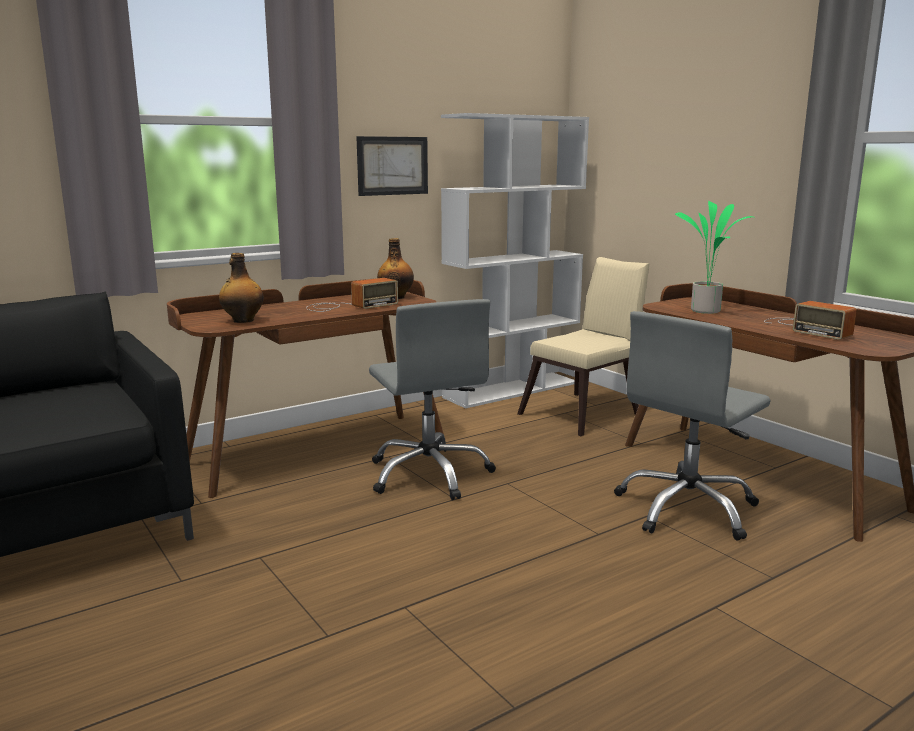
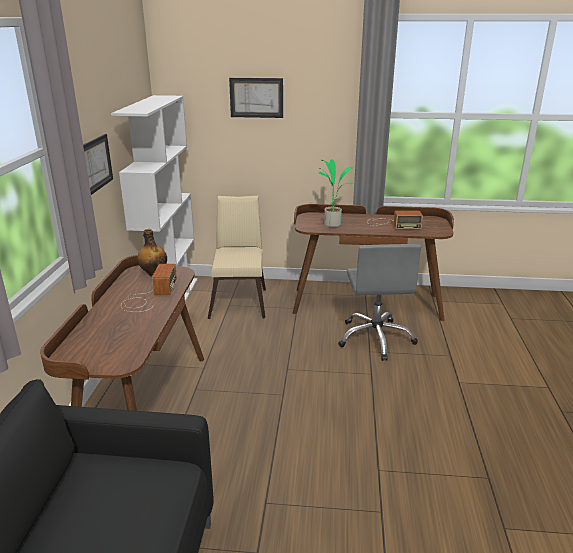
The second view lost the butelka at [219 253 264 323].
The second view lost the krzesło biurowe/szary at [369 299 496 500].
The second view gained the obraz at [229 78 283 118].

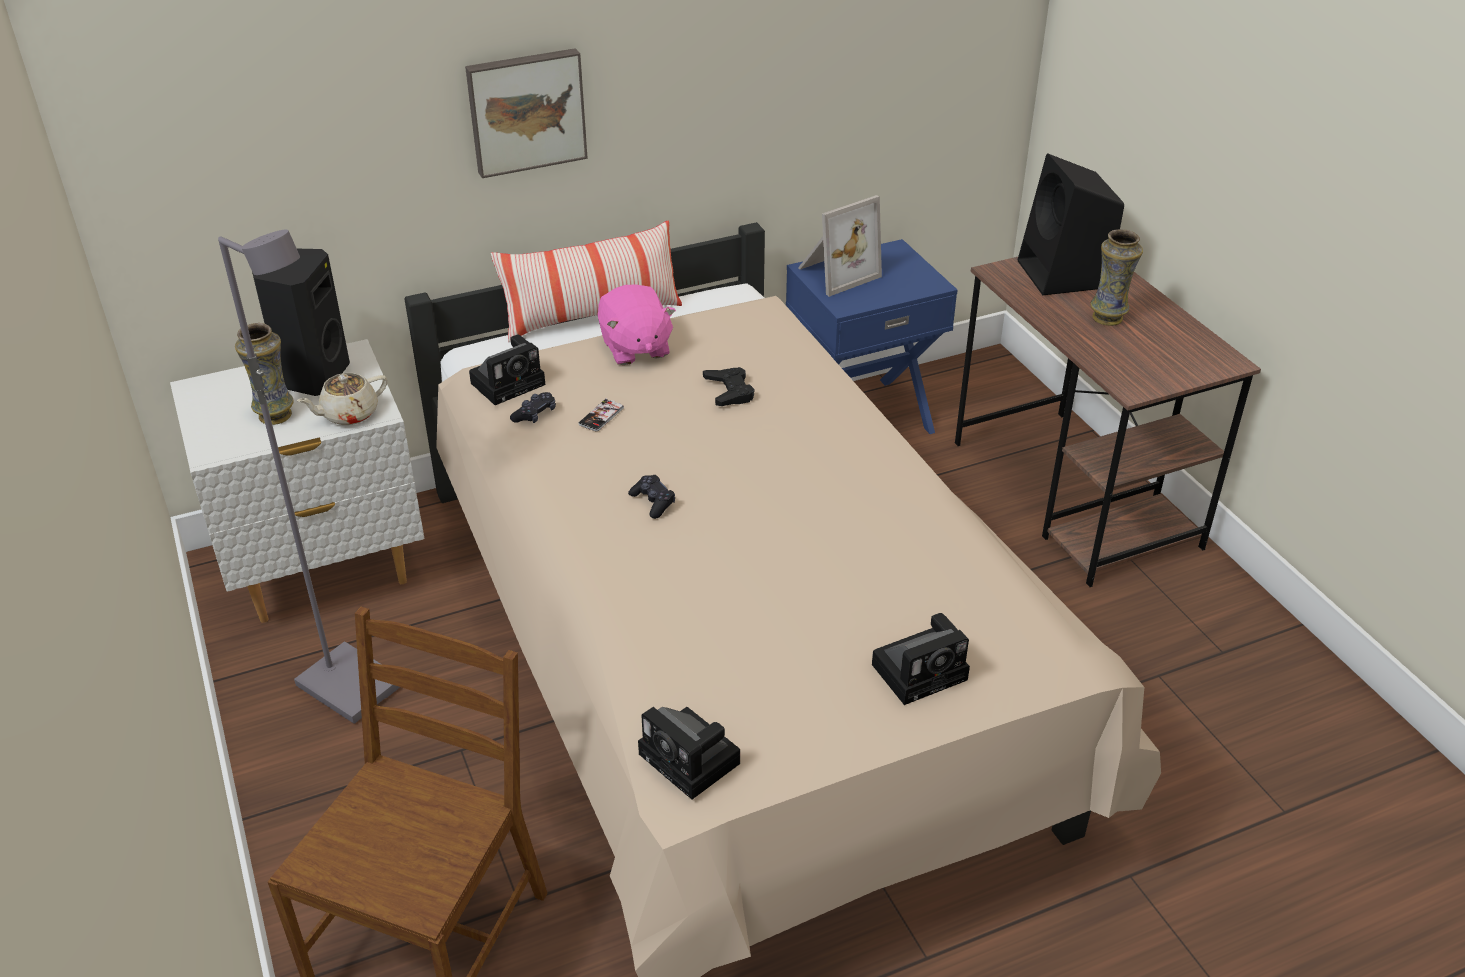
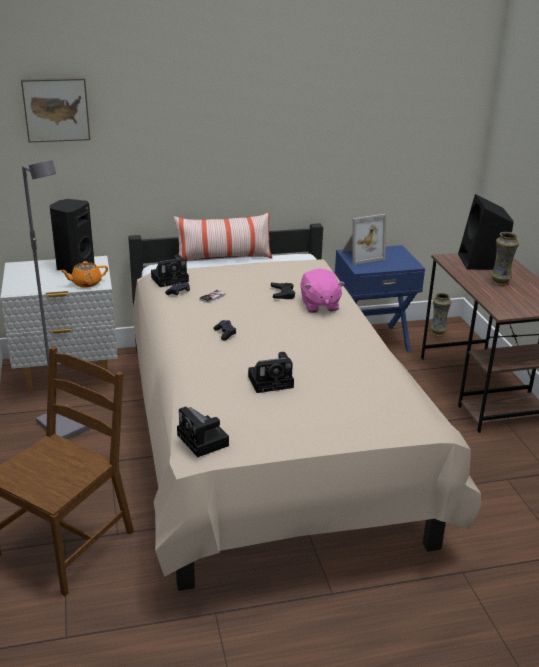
The wazon ended up elsewhere, having gone from [235 323 294 425] to [430 293 451 336].
The obraz ended up elsewhere, having gone from [465 48 588 178] to [21 77 90 142].
The pluszak/różowy ended up elsewhere, having gone from [597 285 676 365] to [300 268 345 313].
The aparat fotograficzny ended up elsewhere, having gone from [872 613 970 705] to [248 352 294 393].
What was the imbryk/beżowy at [297 373 387 425] turned into the imbryk/pomarańczowy at [60 261 108 288].

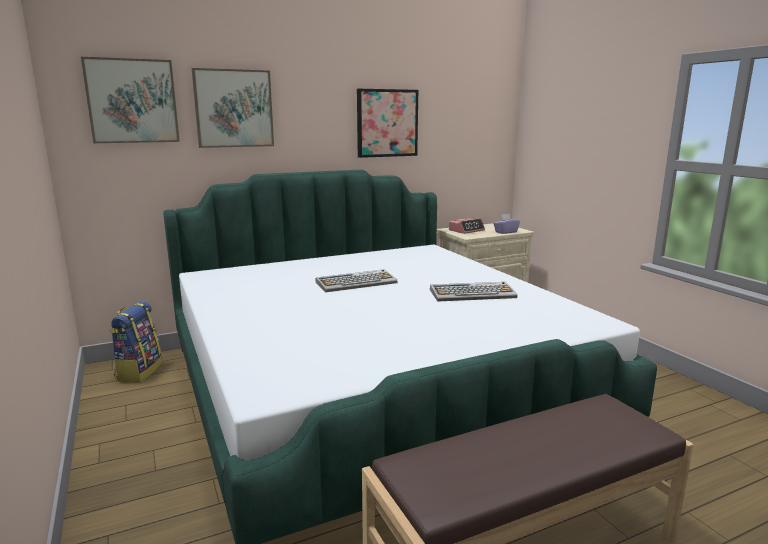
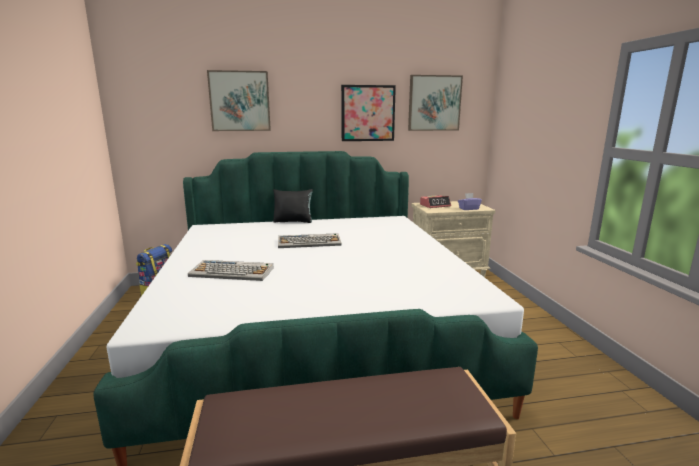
The second view gained the poduszka/czarny at [273 189 313 223].
The obraz ended up elsewhere, having gone from [81 57 180 143] to [408 75 463 131].
The klawiatura ended up elsewhere, having gone from [430 282 518 302] to [188 260 274 281].

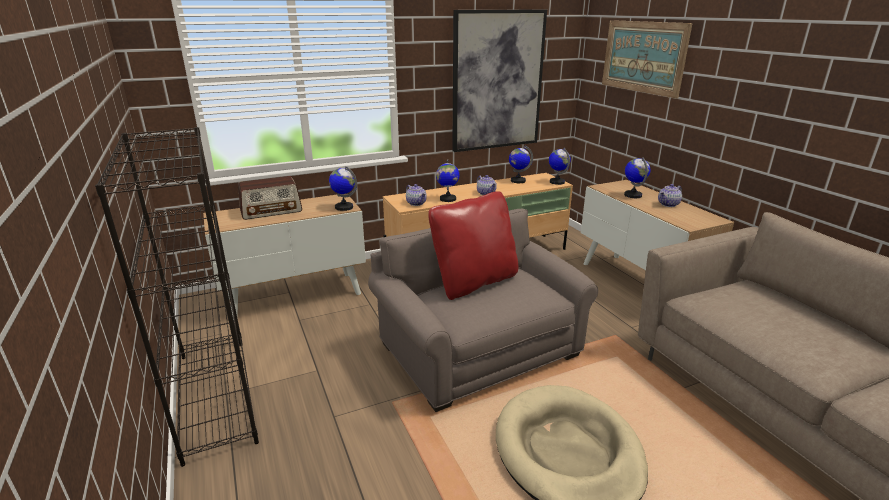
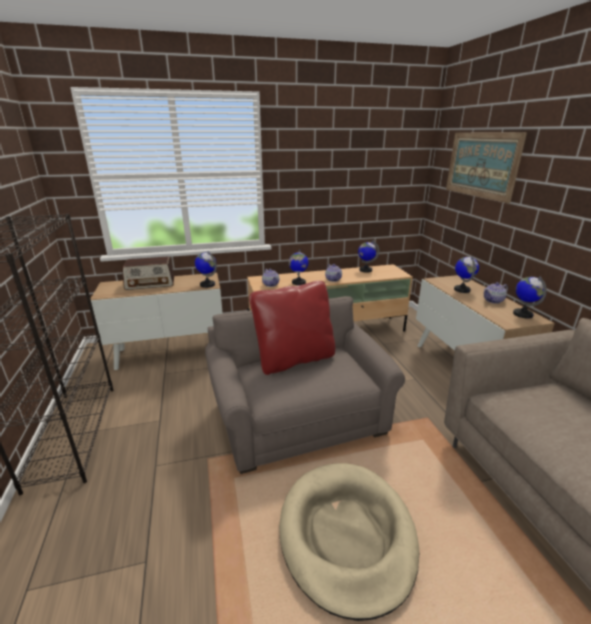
The second view lost the obraz at [452 9 547 152].
The globus ended up elsewhere, having gone from [549 148 571 185] to [513 276 547 318].

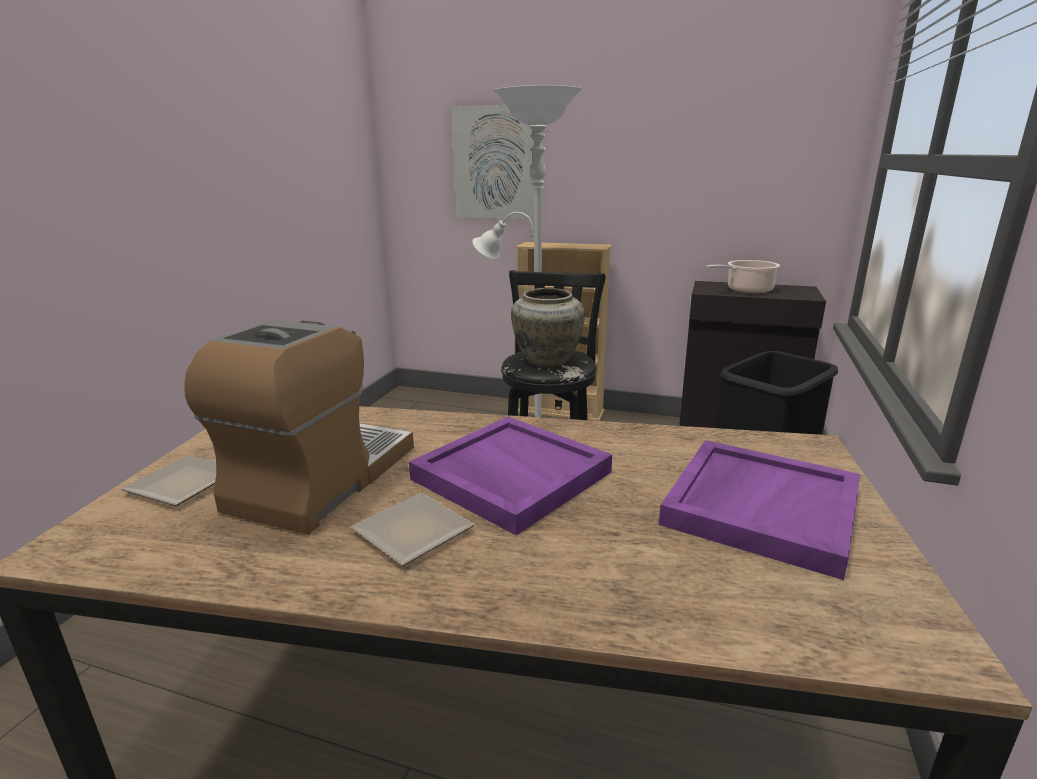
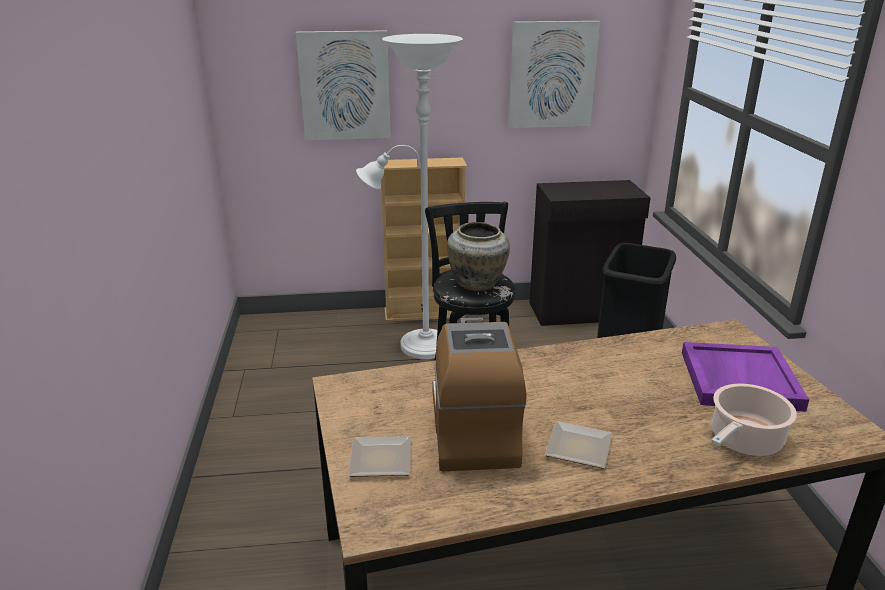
The second view lost the taca/fioletowy at [409 417 612 536].
The second view gained the obraz at [509 21 600 128].
The garnek ended up elsewhere, having gone from [706 260 780 294] to [711 383 797 456].

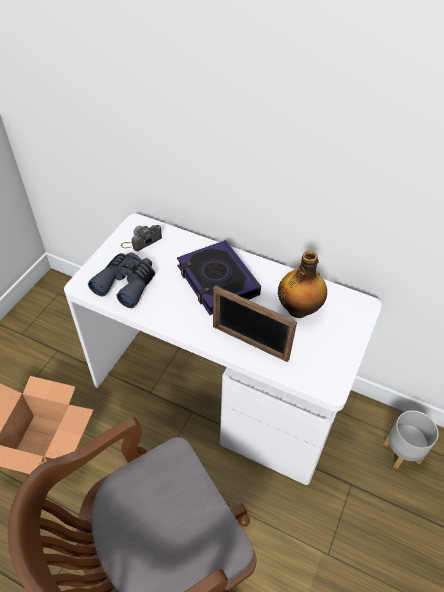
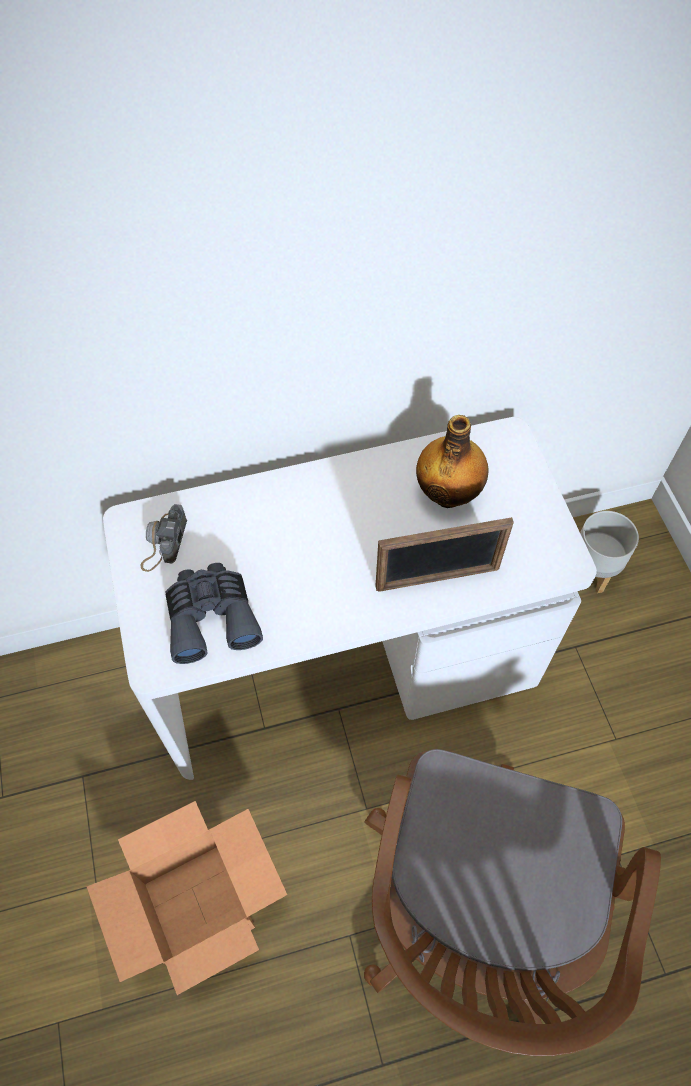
The second view lost the książka at [177 240 261 315].

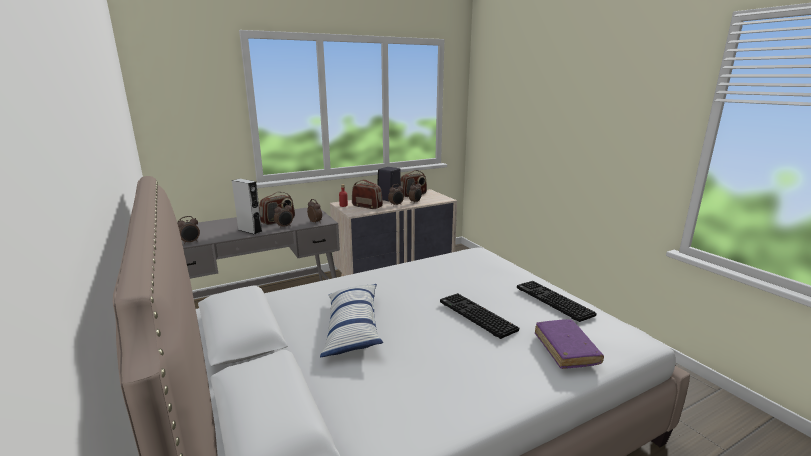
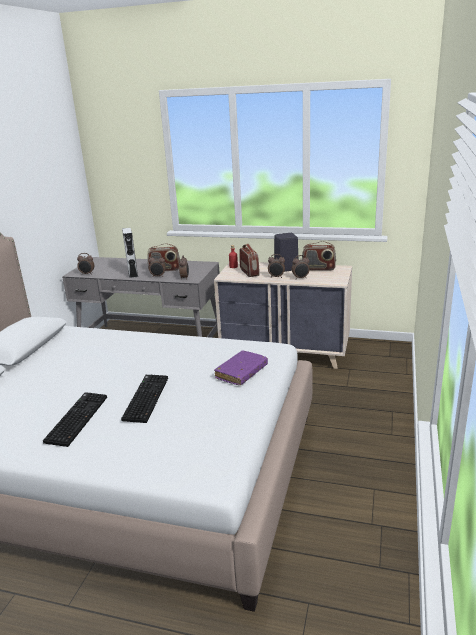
The second view lost the poduszka at [320 284 383 357].
The klawiatura ended up elsewhere, having gone from [517 281 597 322] to [43 392 107 447].
The książka/fioletowy ended up elsewhere, having gone from [535 319 604 369] to [214 350 268 385].

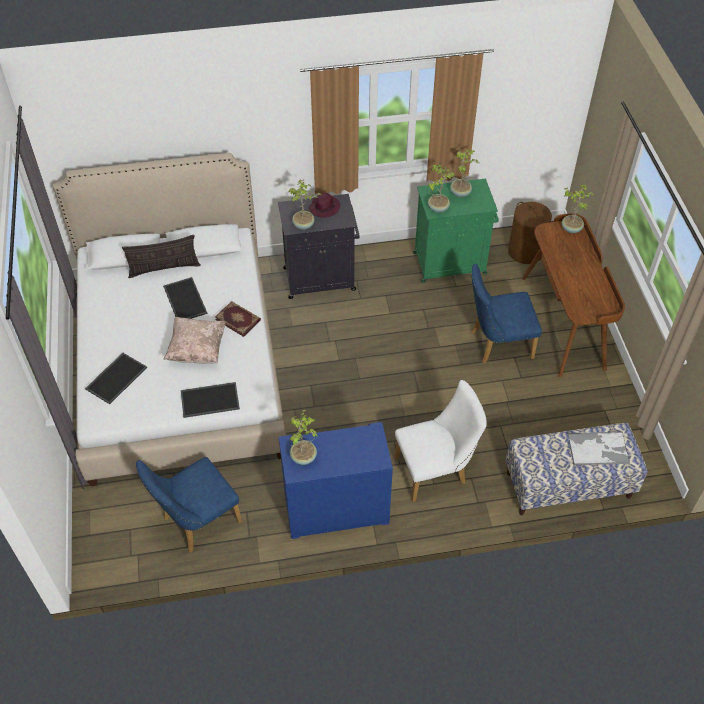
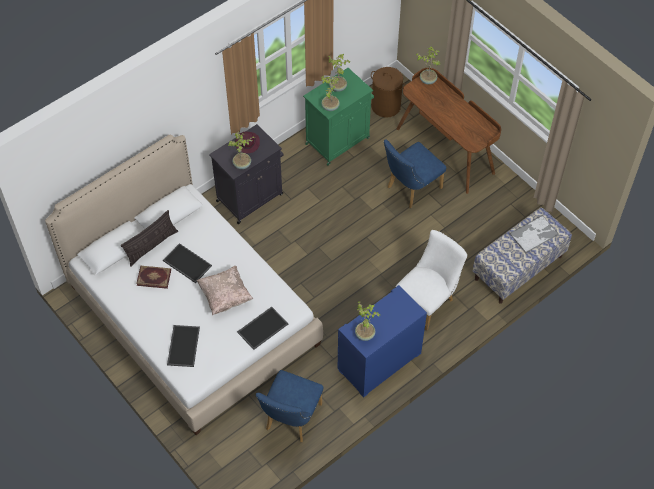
The książka ended up elsewhere, having gone from [215 301 261 337] to [136 266 171 289].

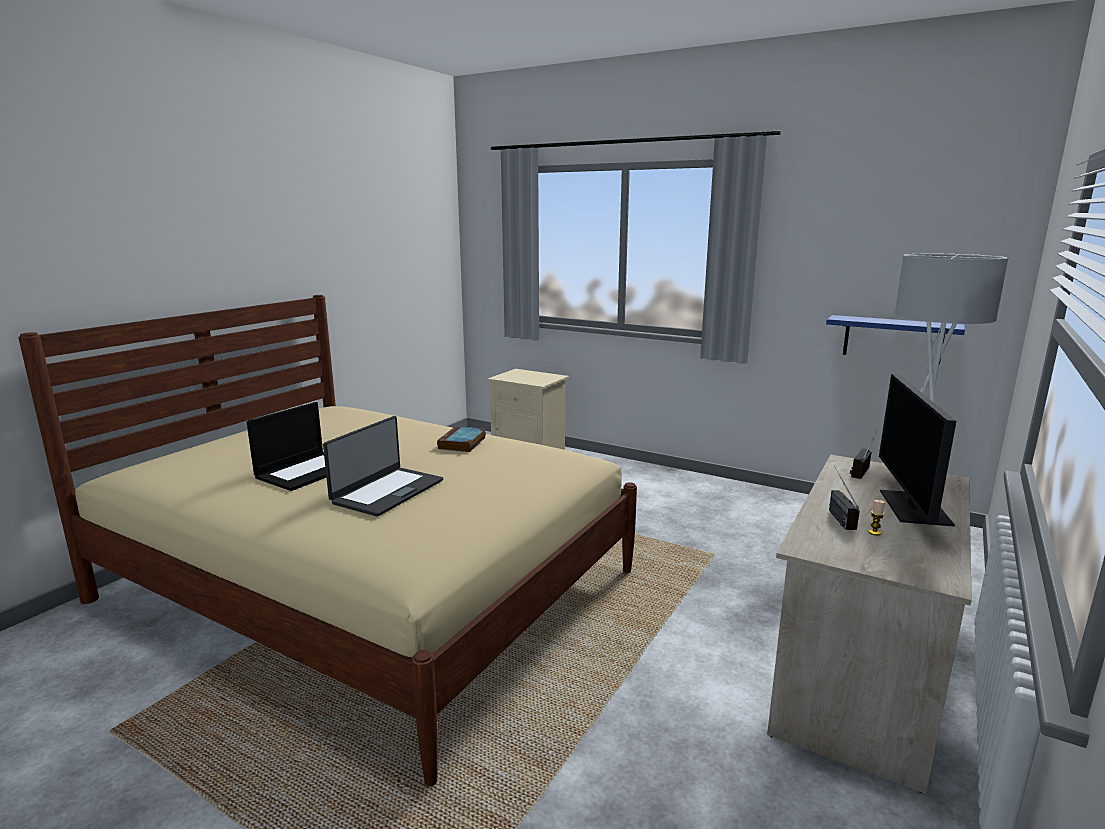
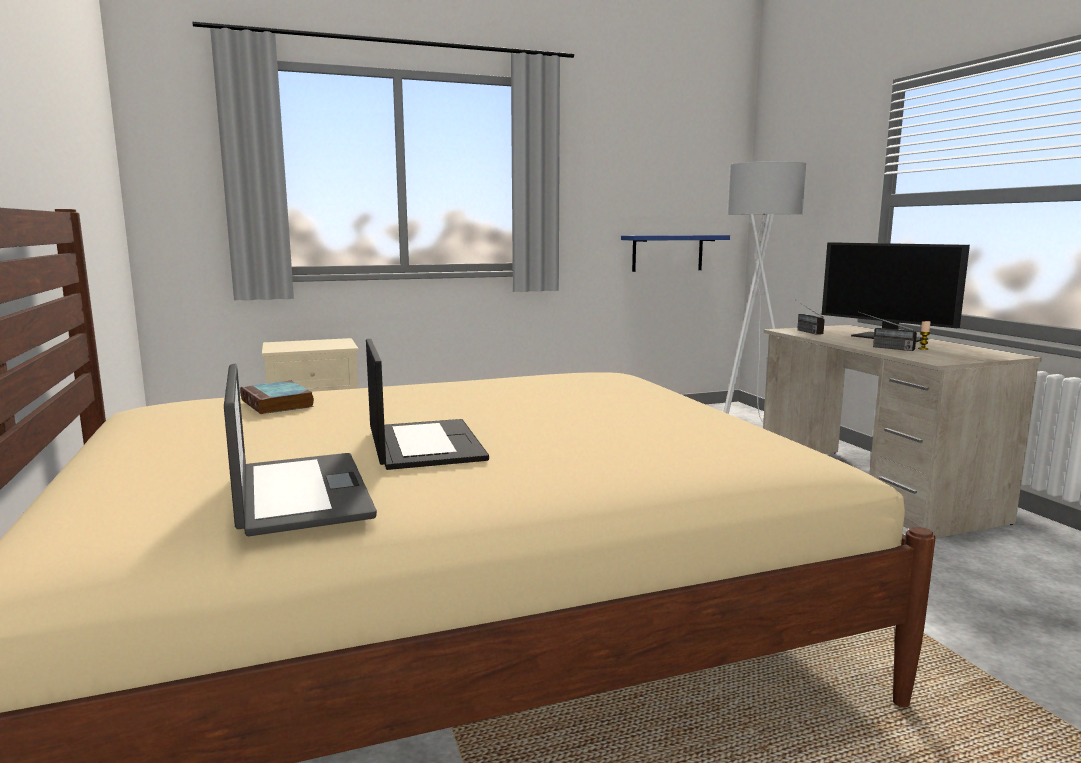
The laptop ended up elsewhere, having gone from [323 416 443 516] to [224 363 377 536].
The książka ended up elsewhere, having gone from [437 426 486 452] to [240 381 314 414].

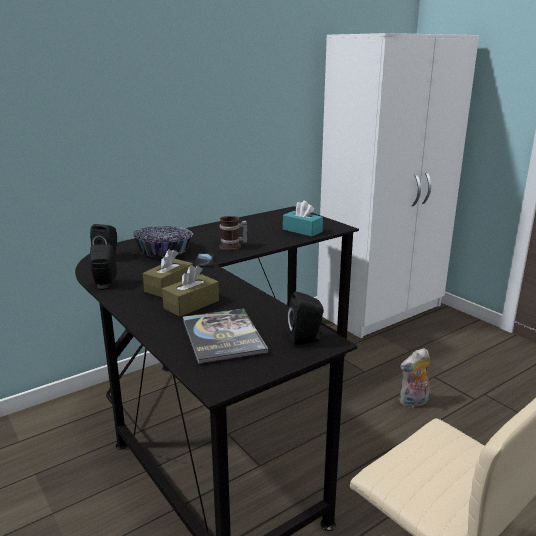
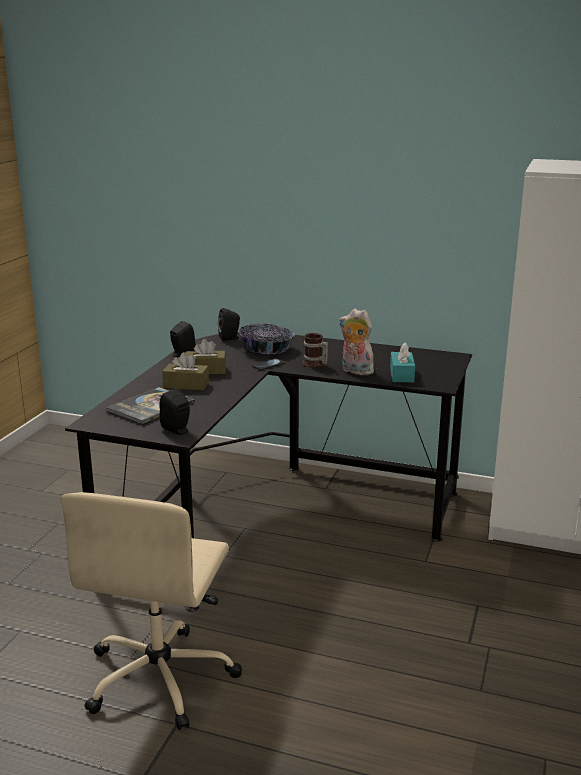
The pluszak ended up elsewhere, having gone from [399 348 430 408] to [339 309 374 376].

